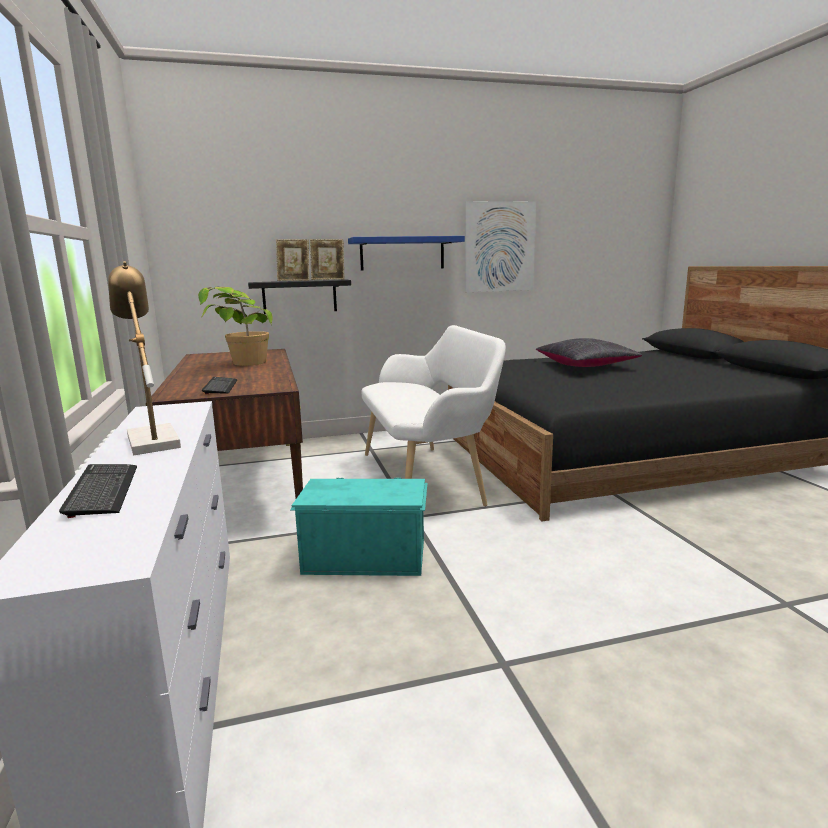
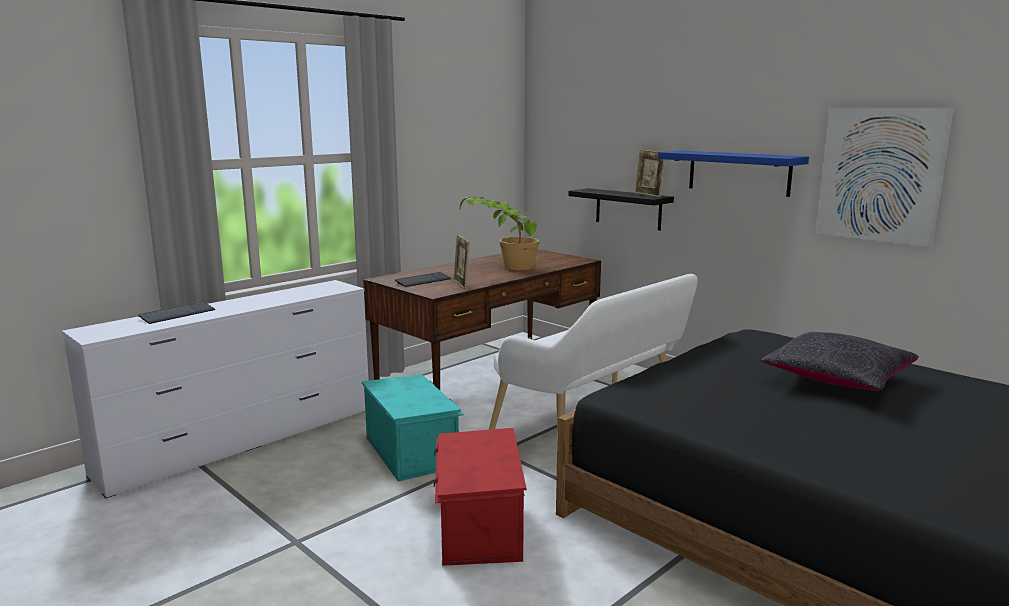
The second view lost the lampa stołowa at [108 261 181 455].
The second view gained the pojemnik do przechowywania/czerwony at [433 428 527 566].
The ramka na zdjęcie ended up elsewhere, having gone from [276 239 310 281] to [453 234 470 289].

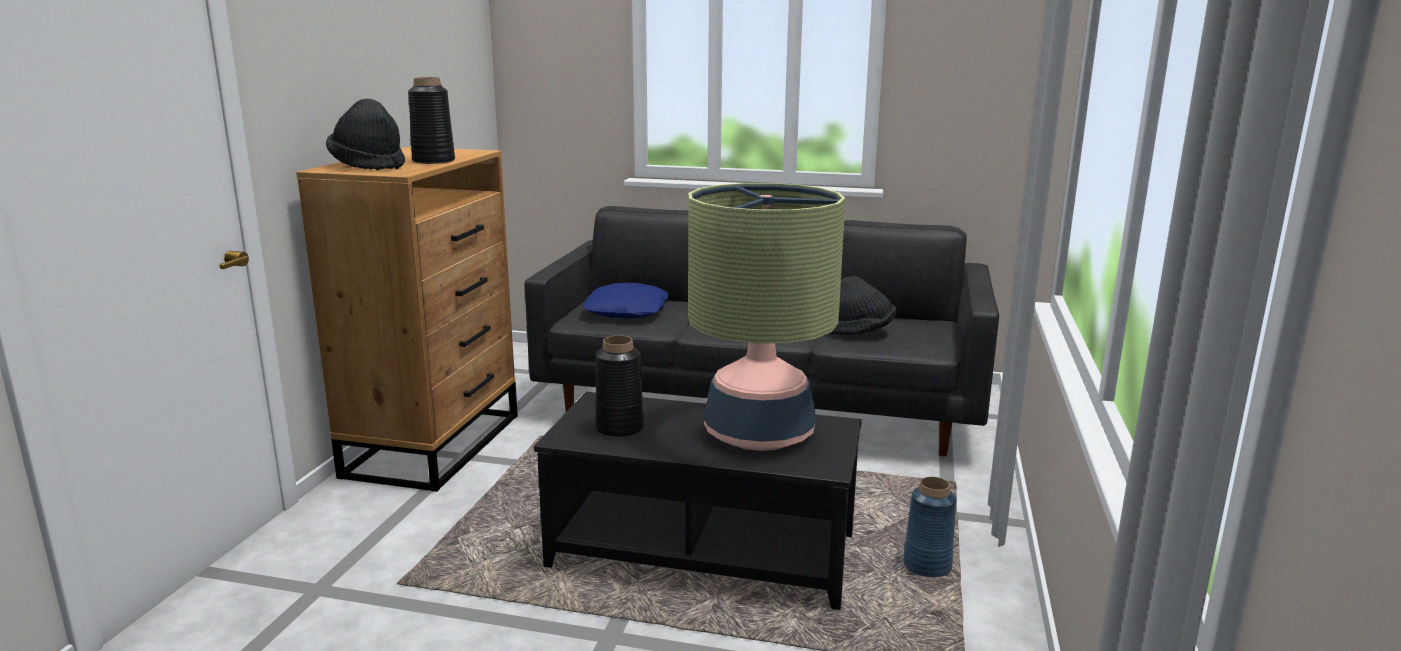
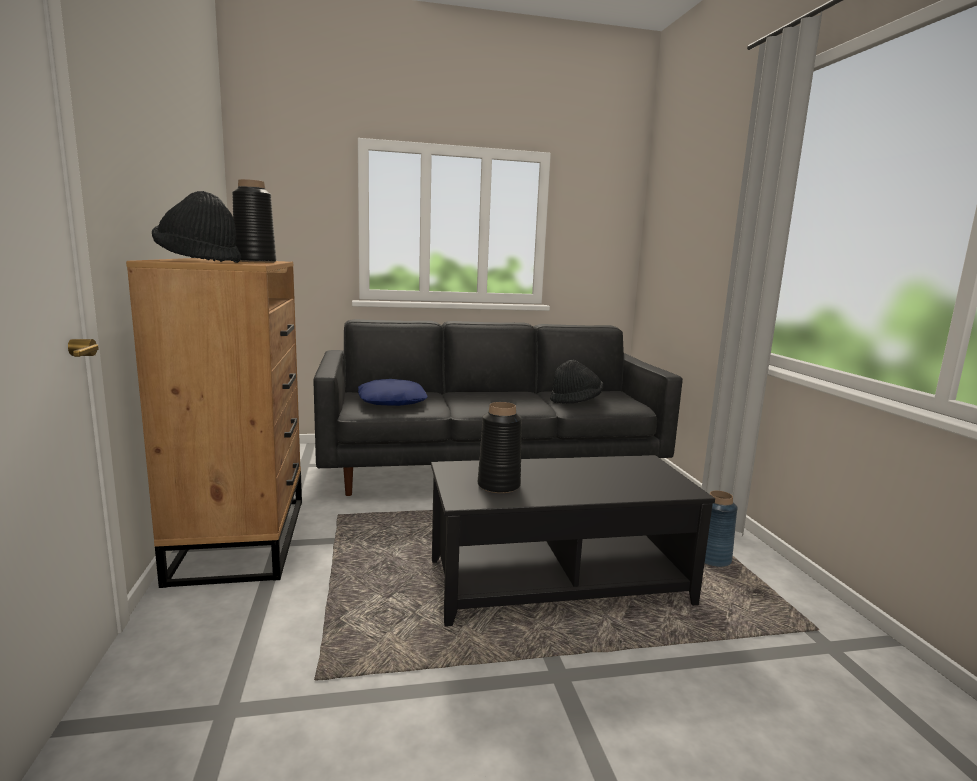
The second view lost the lampa stołowa at [688 183 845 451].

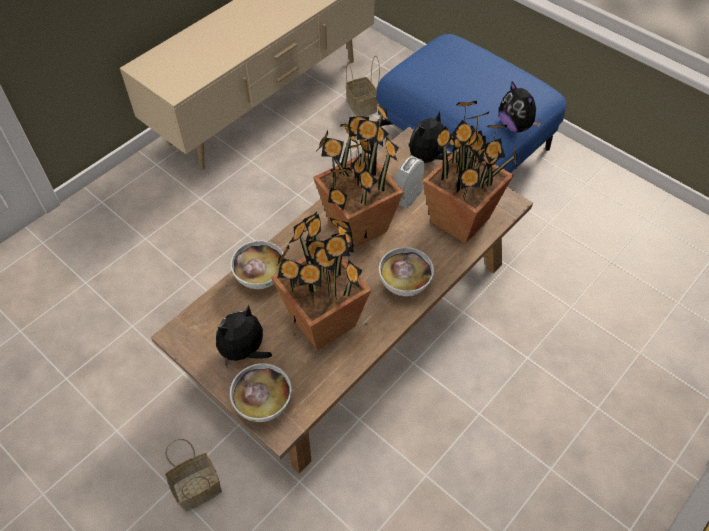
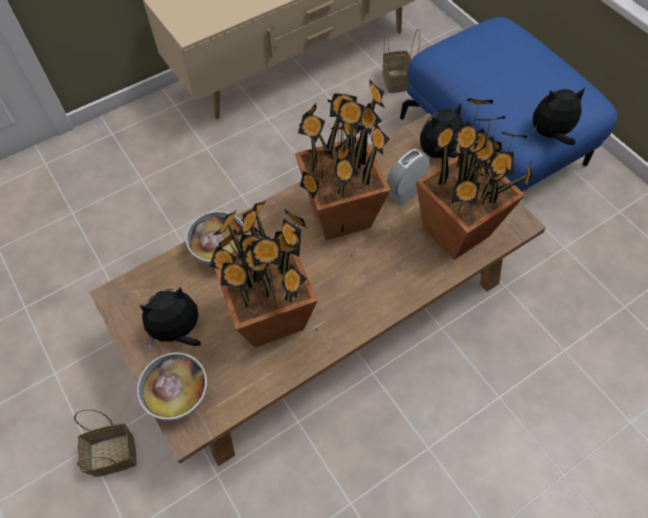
The second view lost the miska at [379 247 434 296].
The pluszak at [499 81 542 132] ended up facing another way, 105 degrees clockwise from before.

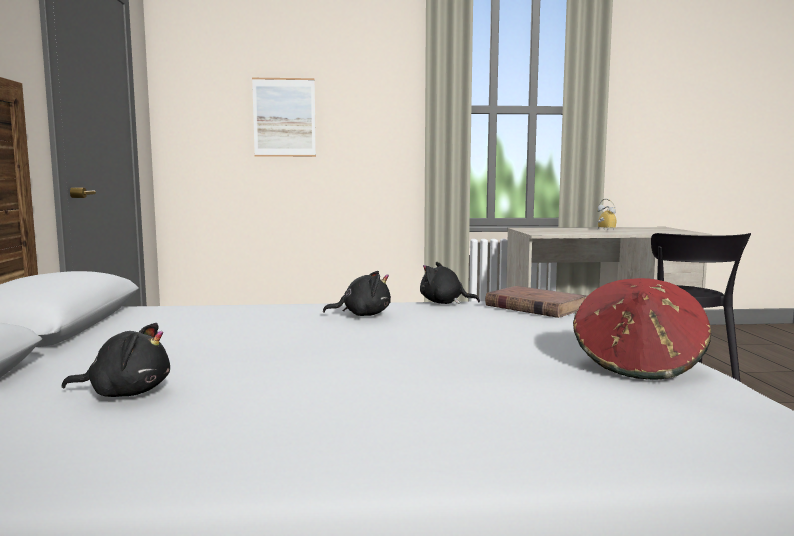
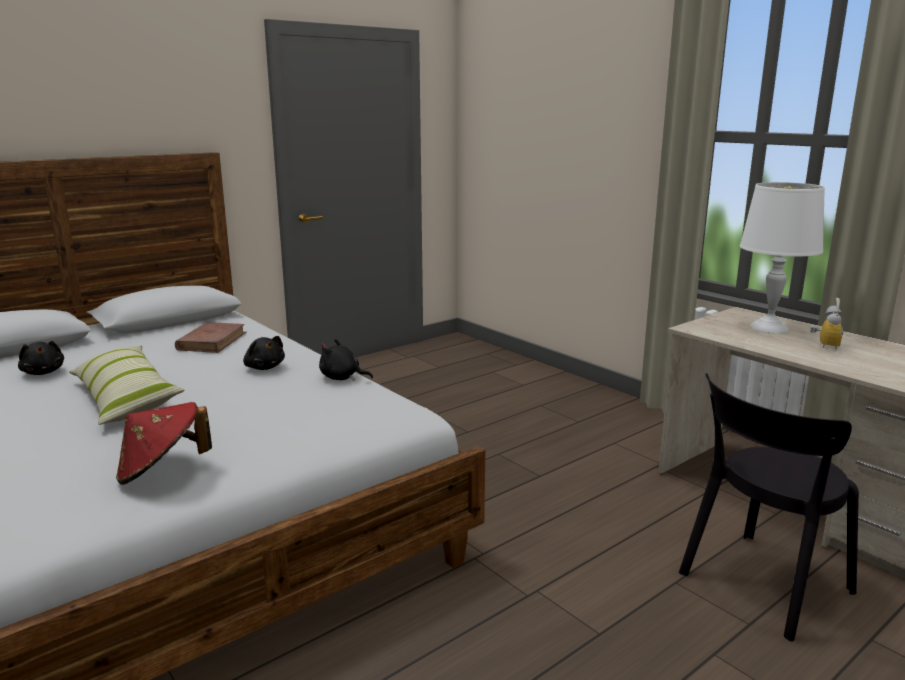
The second view lost the obraz at [252 78 316 157].
The second view gained the poduszka at [69 346 185 425].
The second view gained the lampa stołowa/biały at [740 182 825 333].
The książka/brązowy ended up elsewhere, having gone from [485 286 587 318] to [175 322 246 353].
The pluszak/czarny at [420 262 480 304] ended up facing another way, 60 degrees counterclockwise from before.

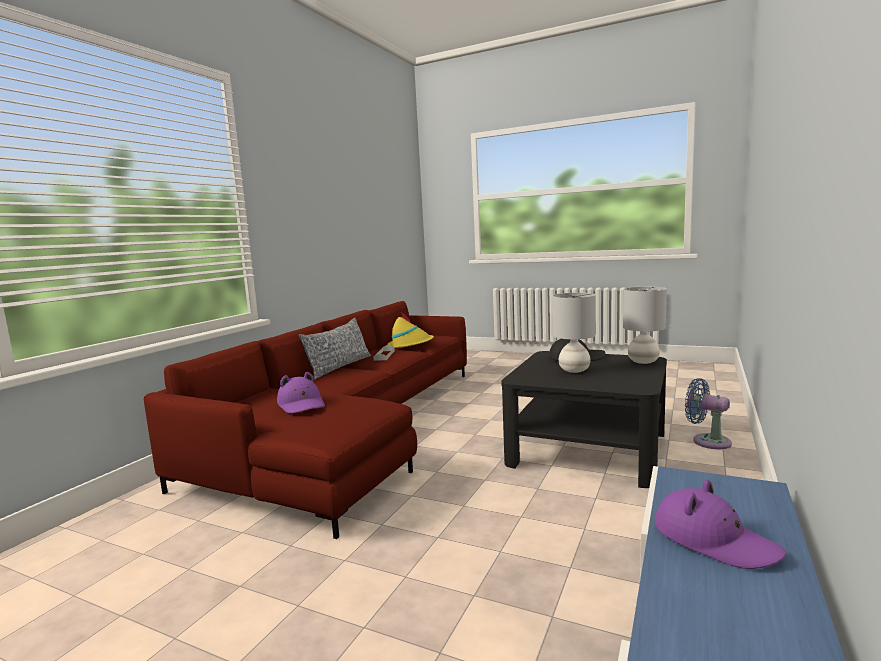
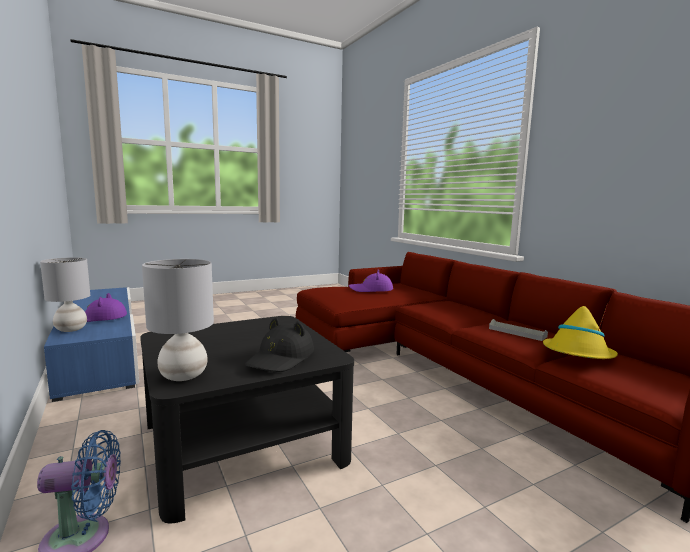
The second view lost the poduszka at [299 318 371 380].
The lampa stołowa/szary ended up elsewhere, having gone from [553 293 596 373] to [40 257 90 332].

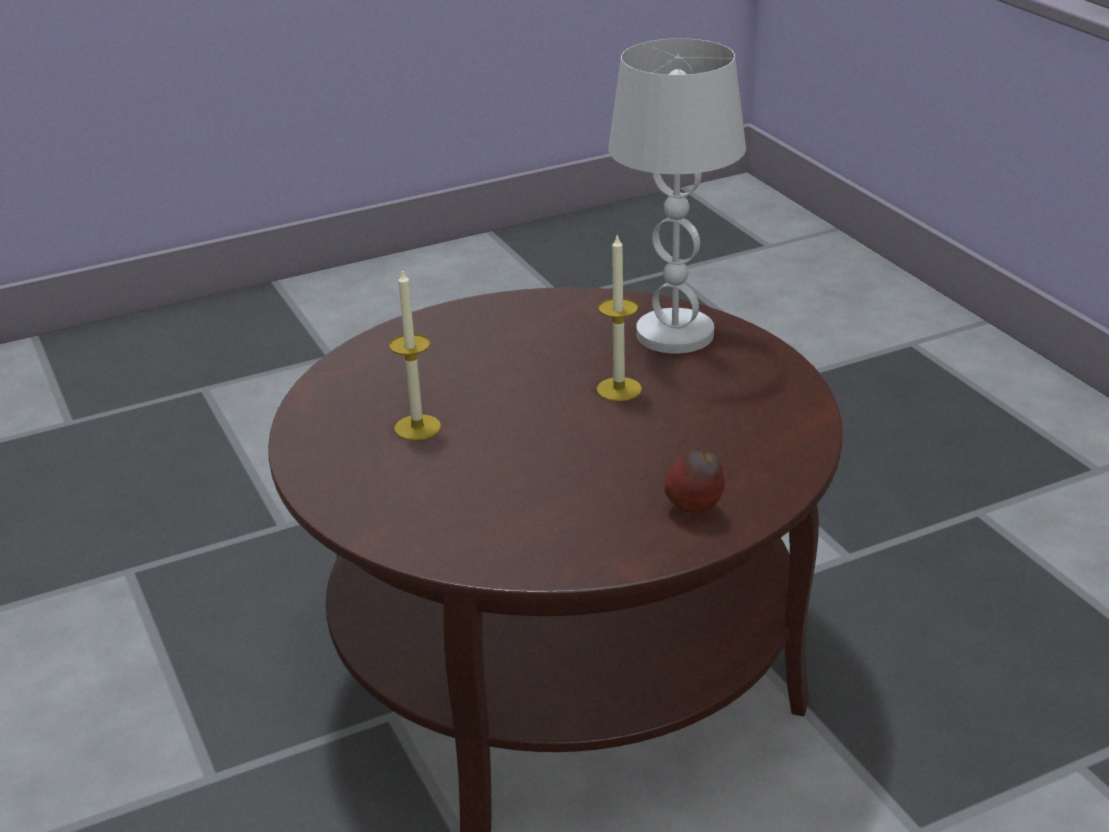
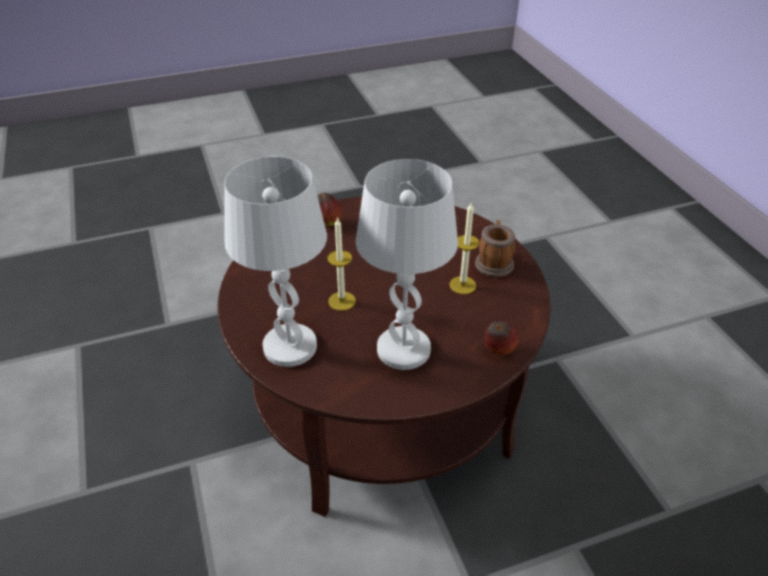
The second view gained the lampa stołowa/biały at [356 159 458 370].
The second view gained the kubek at [475 220 515 277].
The second view gained the jabłko at [484 321 518 356].

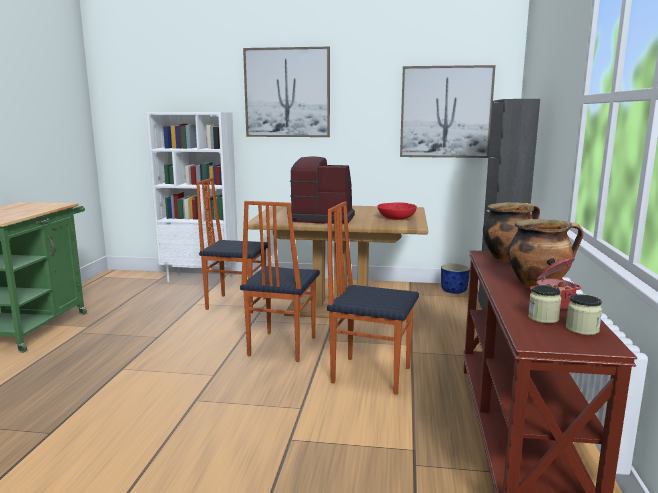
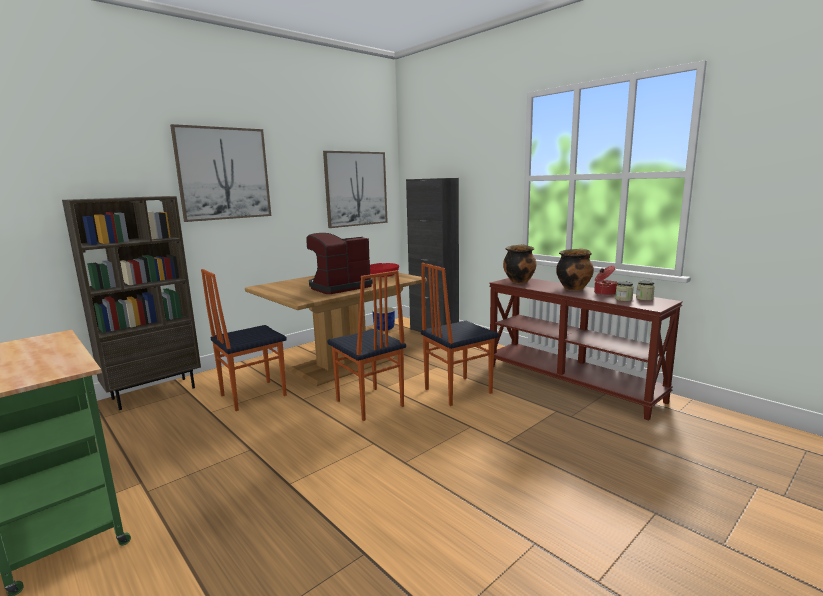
What was the regał/biały at [146 112 238 282] turned into the regał/brązowy at [62 196 201 410].

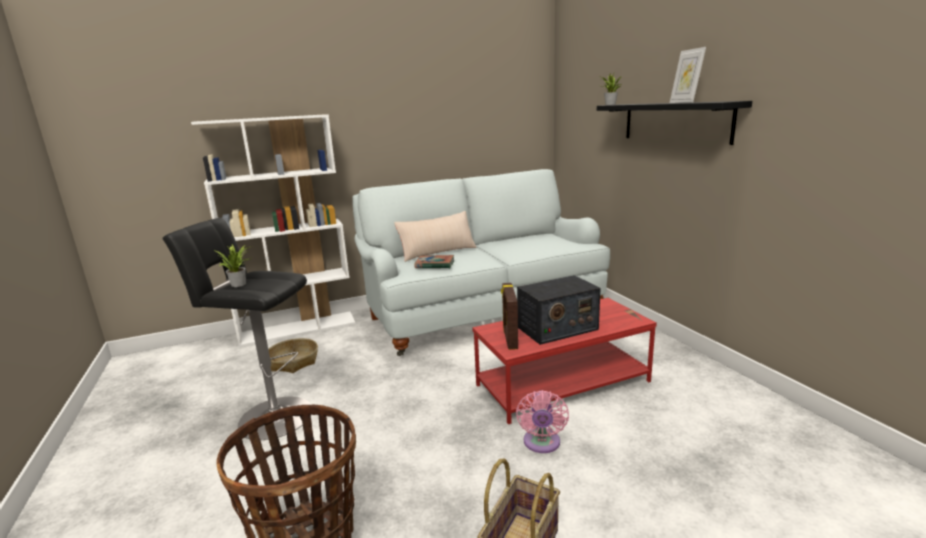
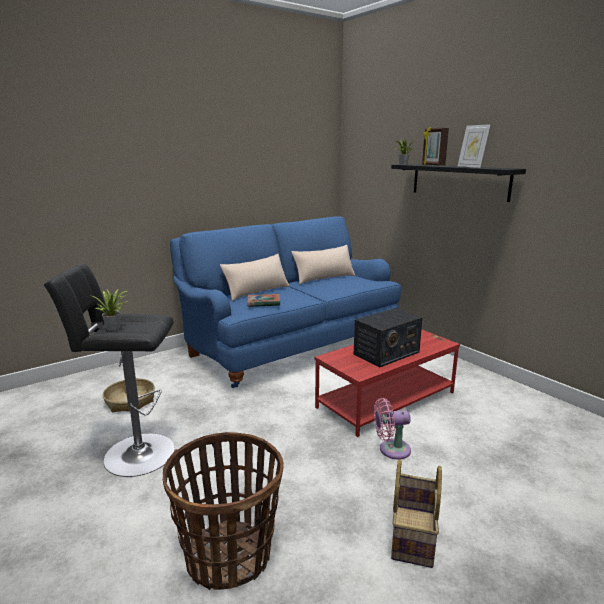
The second view lost the regał/biały at [191 115 355 347].
The second view gained the poduszka/beżowy at [291 245 355 284].
The ramka na zdjęcie ended up elsewhere, having gone from [501 283 518 350] to [422 127 449 166].
What was the kanapa/biały at [352 169 610 356] turned into the kanapa/niebieski at [170 216 401 388].
The wentylator/różowy at [516 390 569 453] ended up facing another way, 90 degrees clockwise from before.

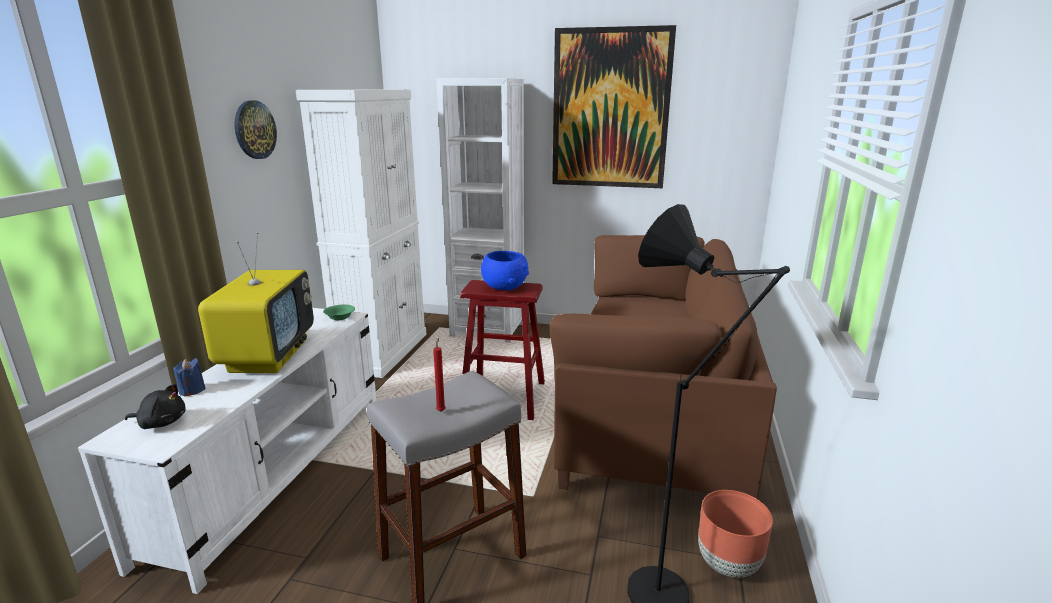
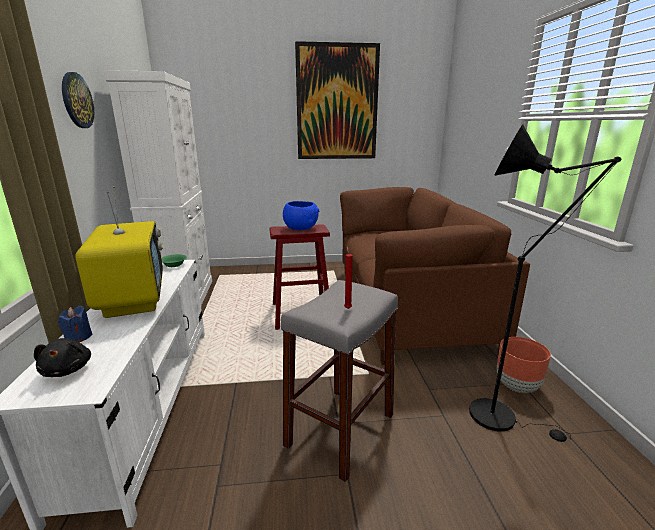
The second view lost the regał/biały at [437 78 524 343].
The pluszak/czarny at [125 384 186 429] ended up facing another way, 90 degrees clockwise from before.

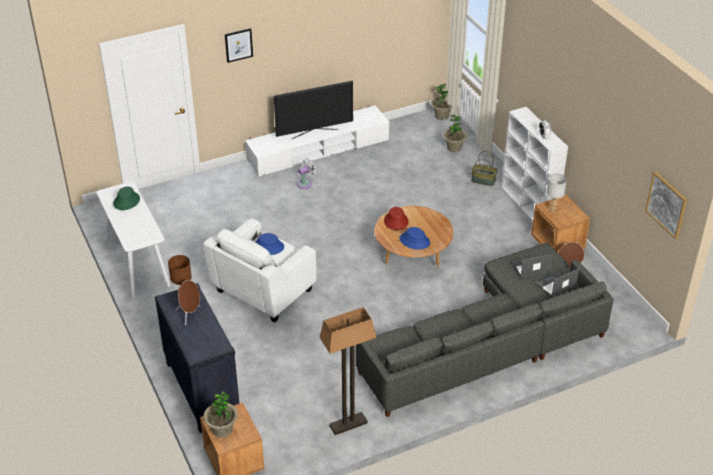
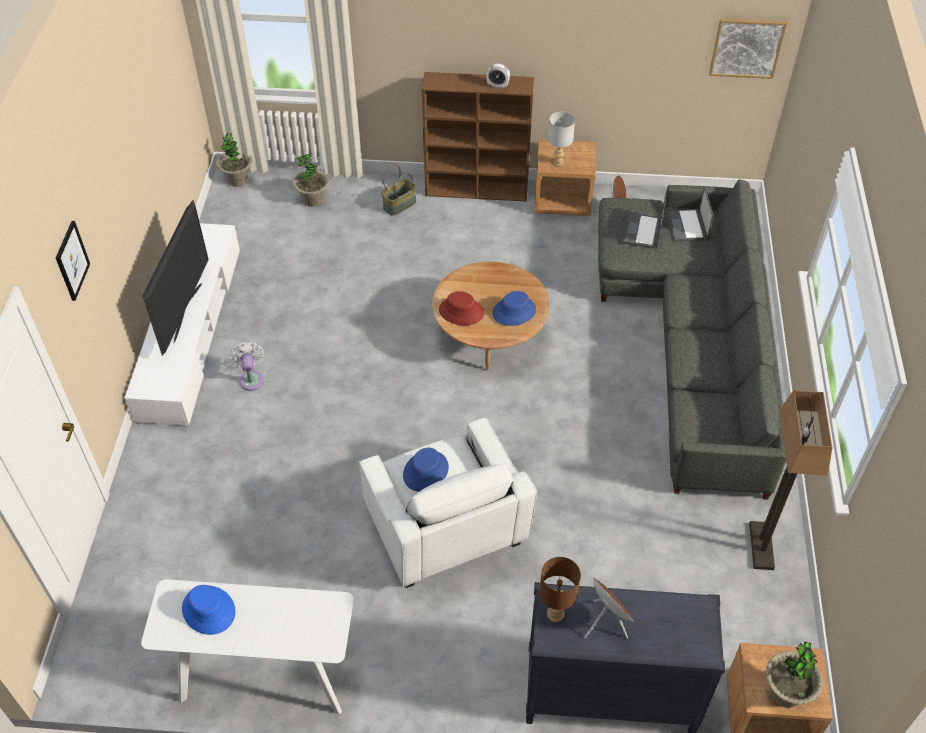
What was the kapelusz/zielony at [113 187 140 210] turned into the kapelusz/niebieski at [182 585 235 635].
What was the regał/biały at [501 107 568 221] turned into the regał/brązowy at [422 72 534 202].

